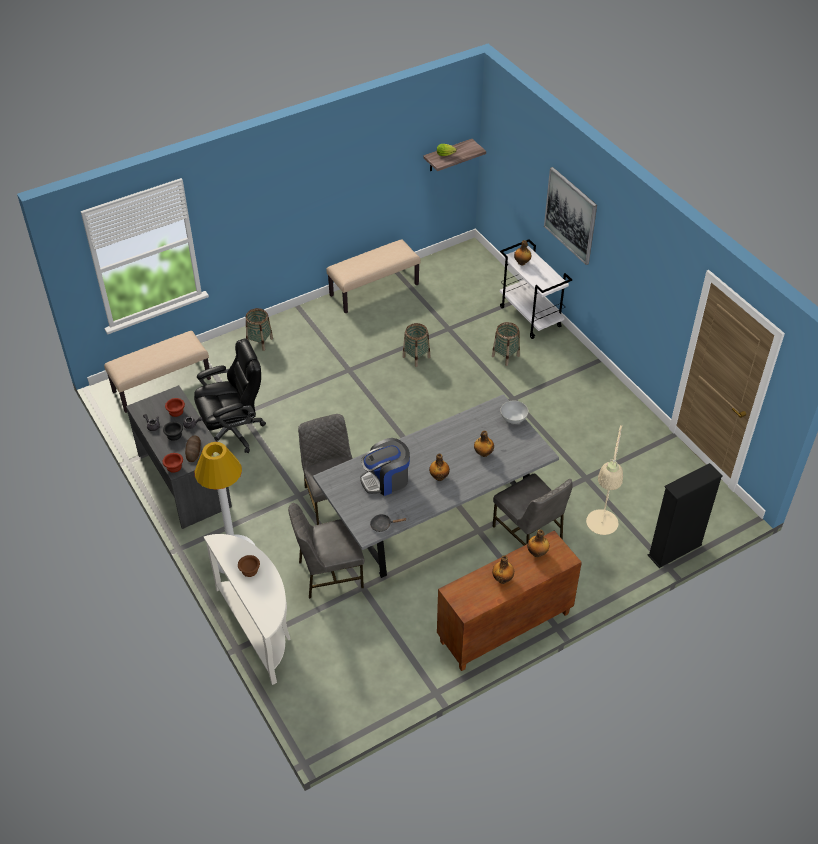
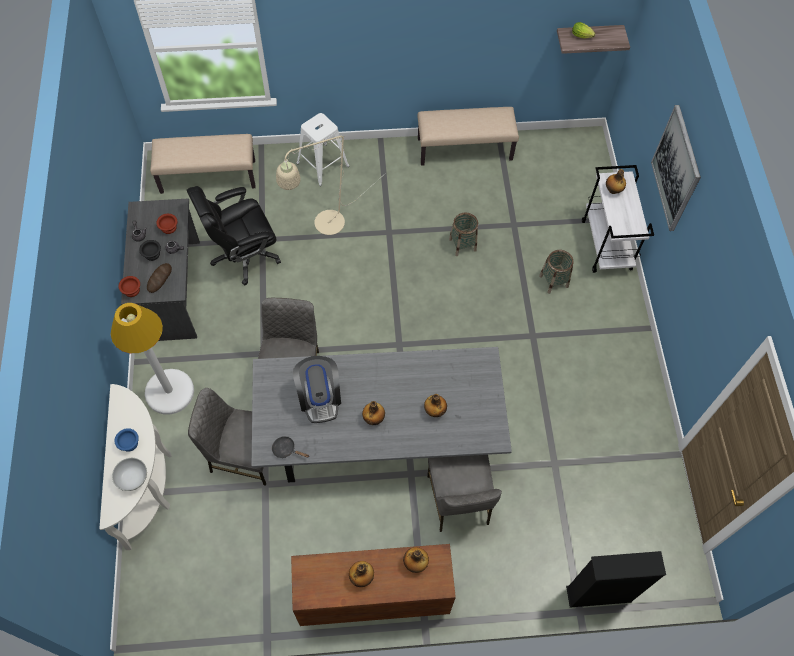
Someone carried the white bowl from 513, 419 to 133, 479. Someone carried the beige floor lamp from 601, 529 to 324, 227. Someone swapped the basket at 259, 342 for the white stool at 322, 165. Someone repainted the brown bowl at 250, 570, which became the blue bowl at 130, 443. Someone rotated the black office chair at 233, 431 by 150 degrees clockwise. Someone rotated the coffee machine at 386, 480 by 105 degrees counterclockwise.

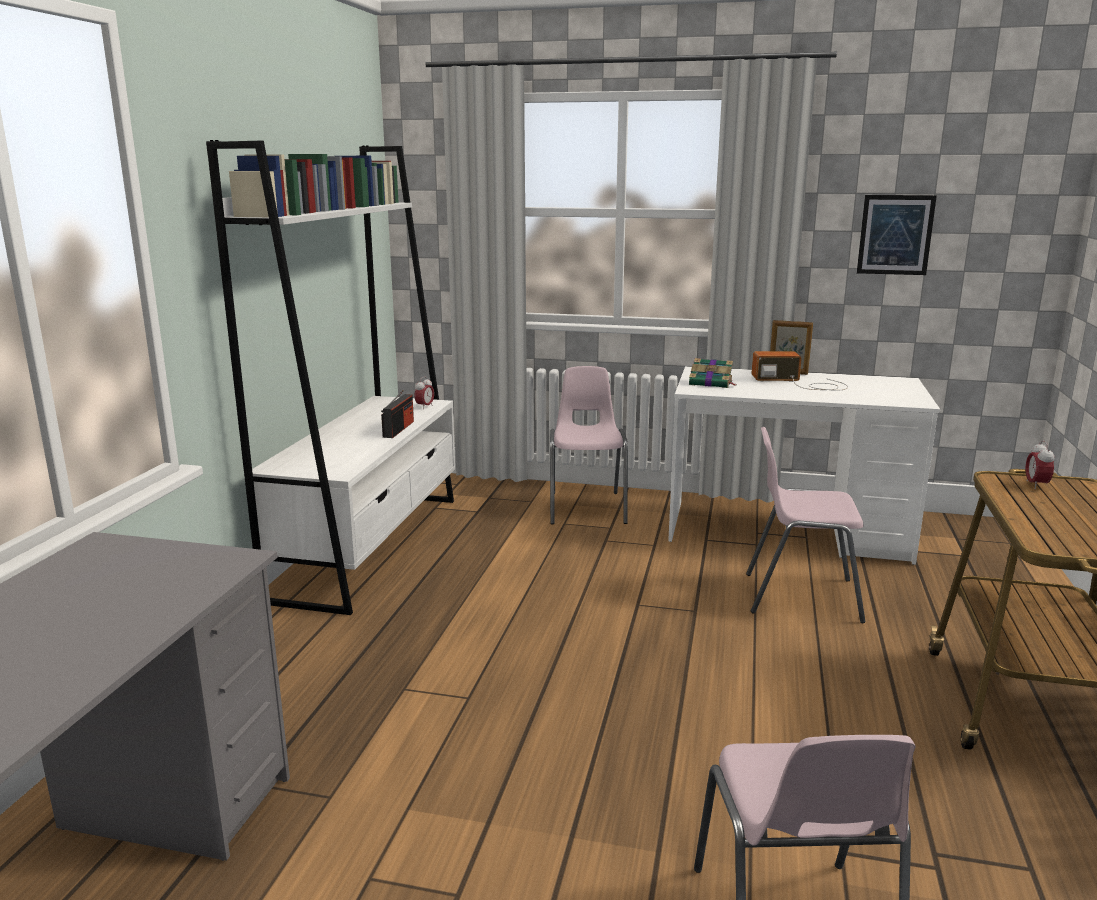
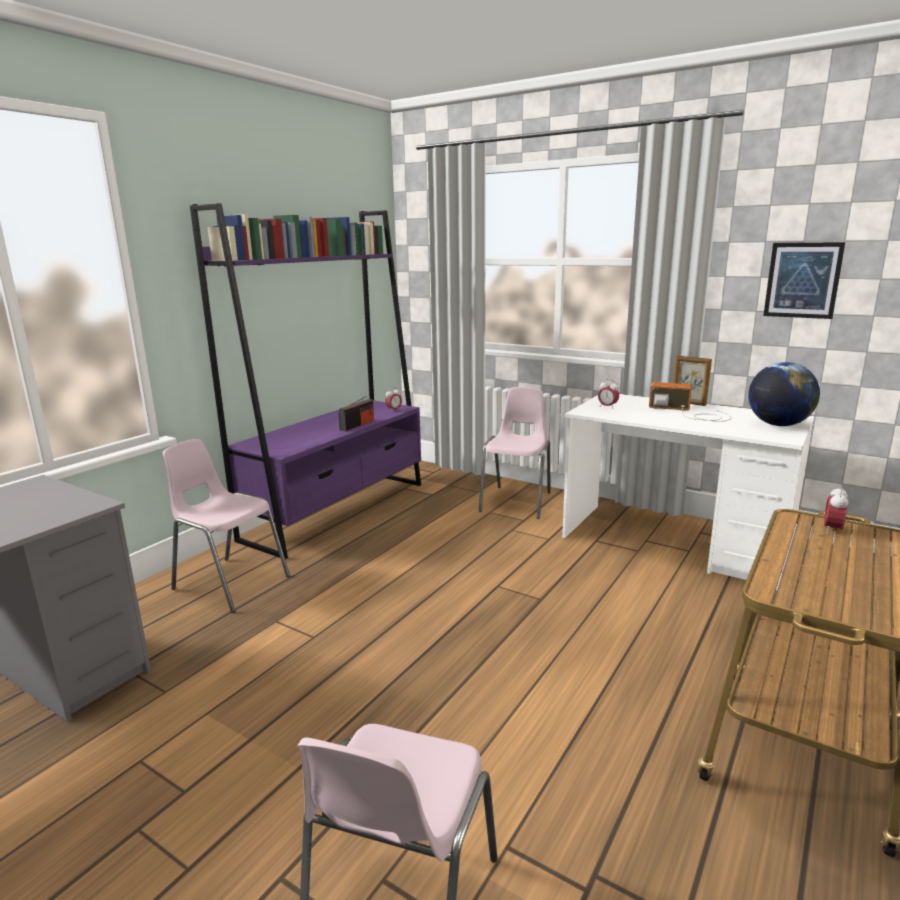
Someone put down the globe at 778, 425. Someone carried the pink chair from 800, 596 to 230, 582. Someone swapped the book at 711, 383 for the alarm clock at 607, 407. Someone repainted the white bookcase at 370, 545, which became the purple bookcase at 337, 510.

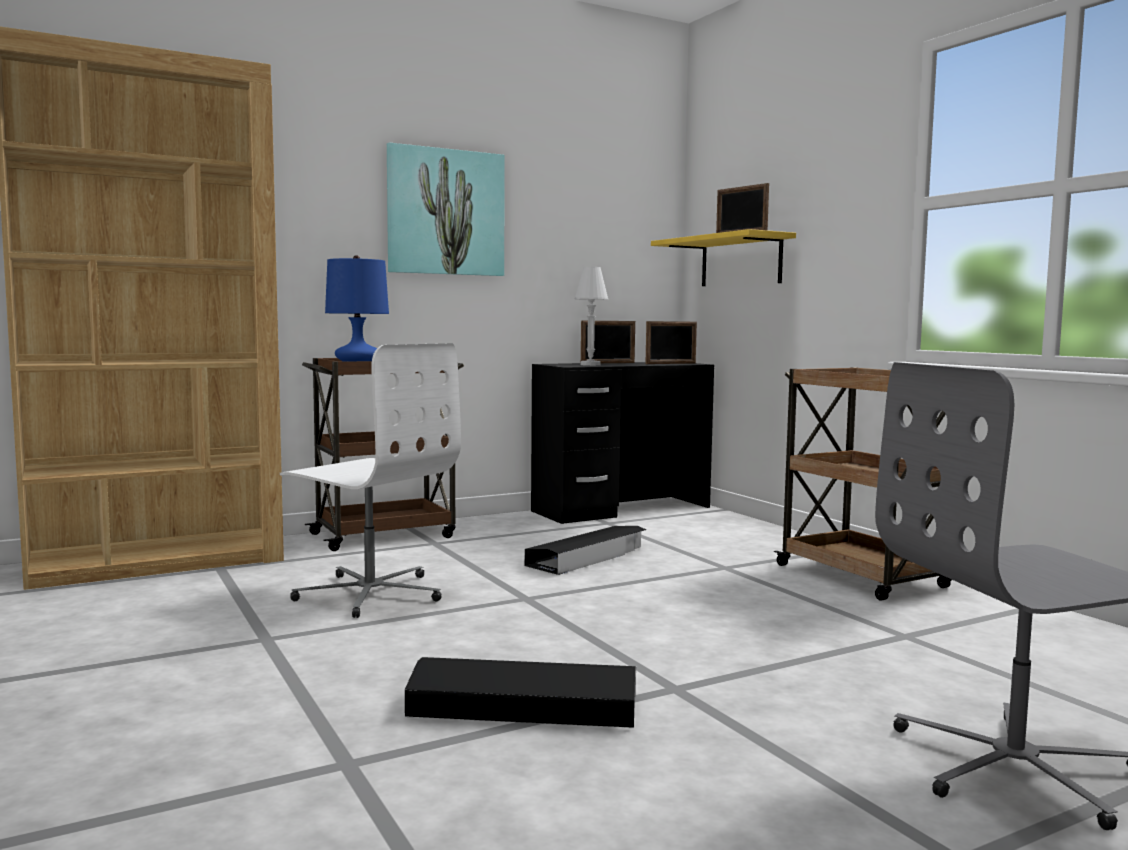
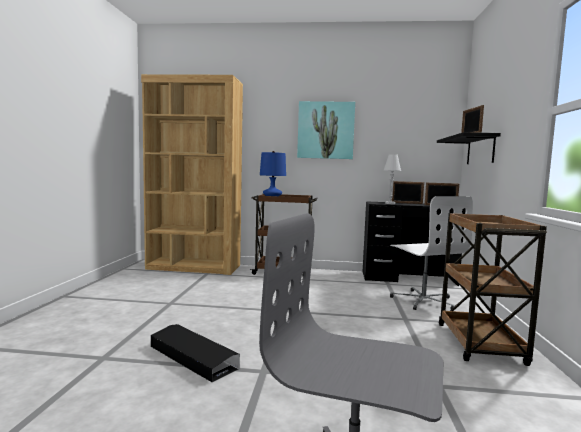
Someone took away the black storage box at 588, 557. Someone carried the white office chair from 370, 593 to 423, 300. Someone repainted the yellow shelf at 740, 261, which became the black shelf at 480, 150.

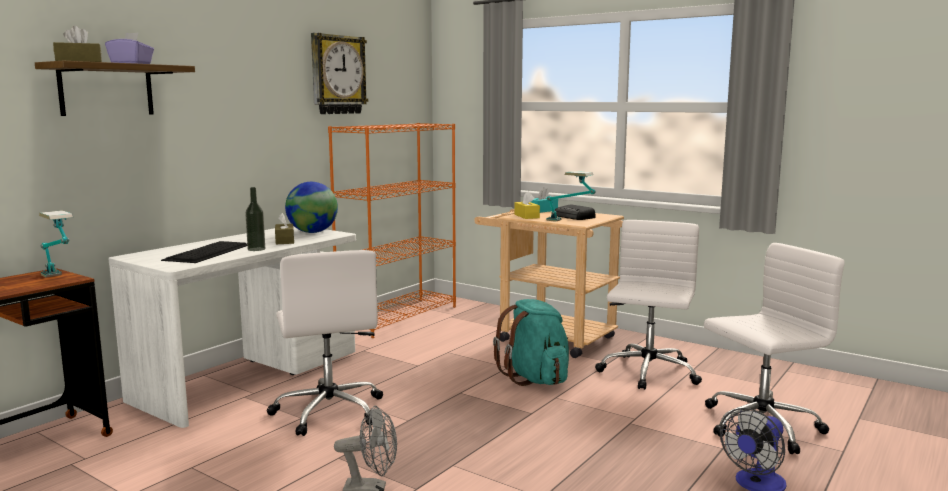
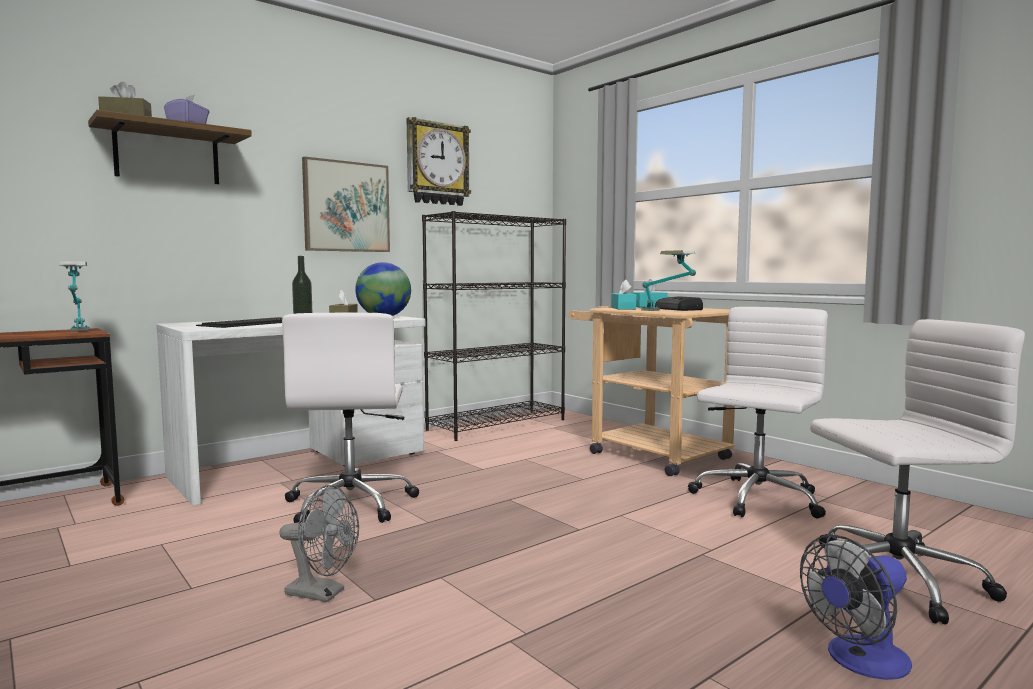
Someone took away the turquoise backpack at 535, 378. Someone put up the picture at 346, 207. Someone repainted the orange bookcase at 399, 317, which became the black bookcase at 497, 424. Someone repainted the yellow tissue box at 526, 216, which became the turquoise tissue box at 623, 308.

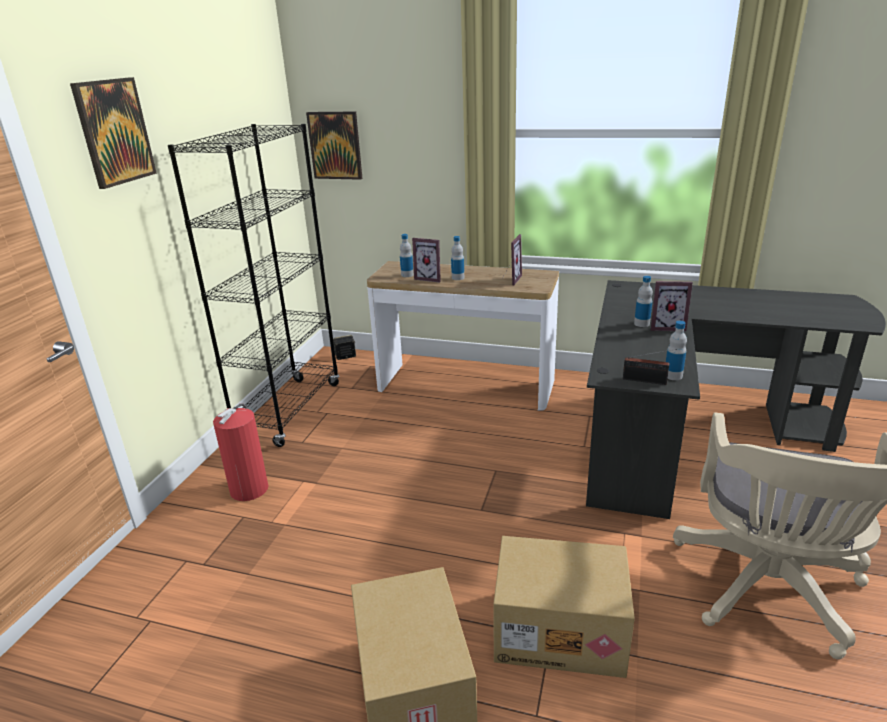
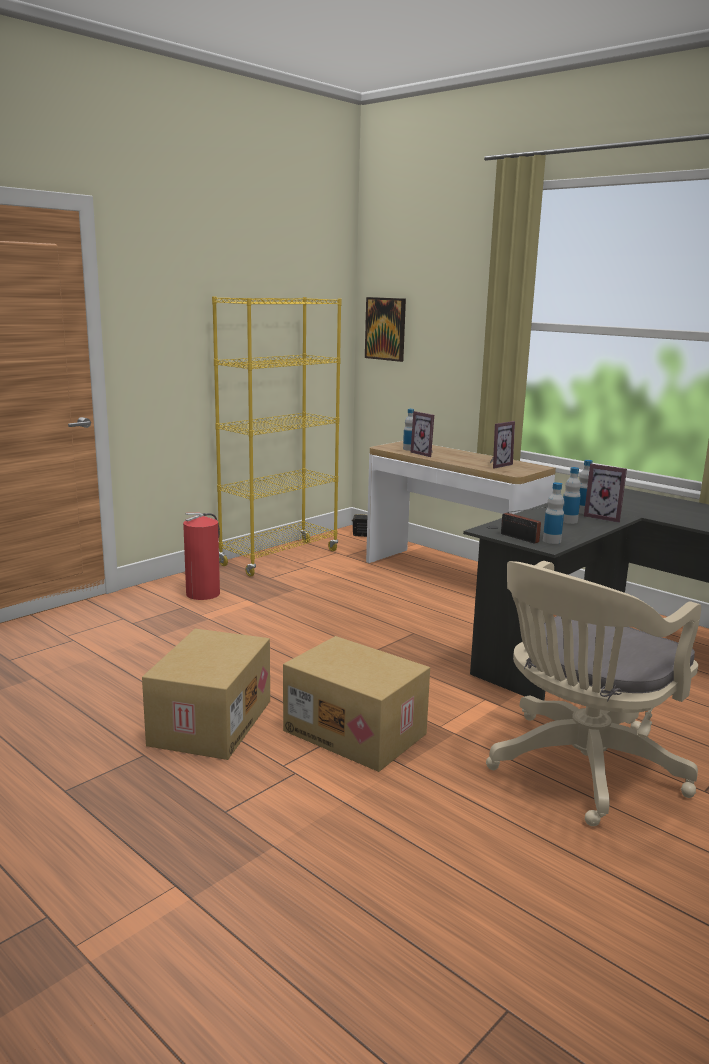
Someone took away the picture at 114, 132. Someone carried the bottle from 458, 278 to 569, 521. Someone repainted the black bookcase at 290, 411, which became the yellow bookcase at 279, 558.

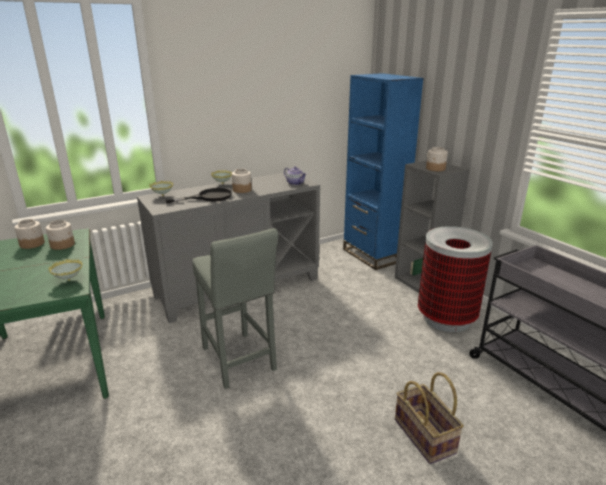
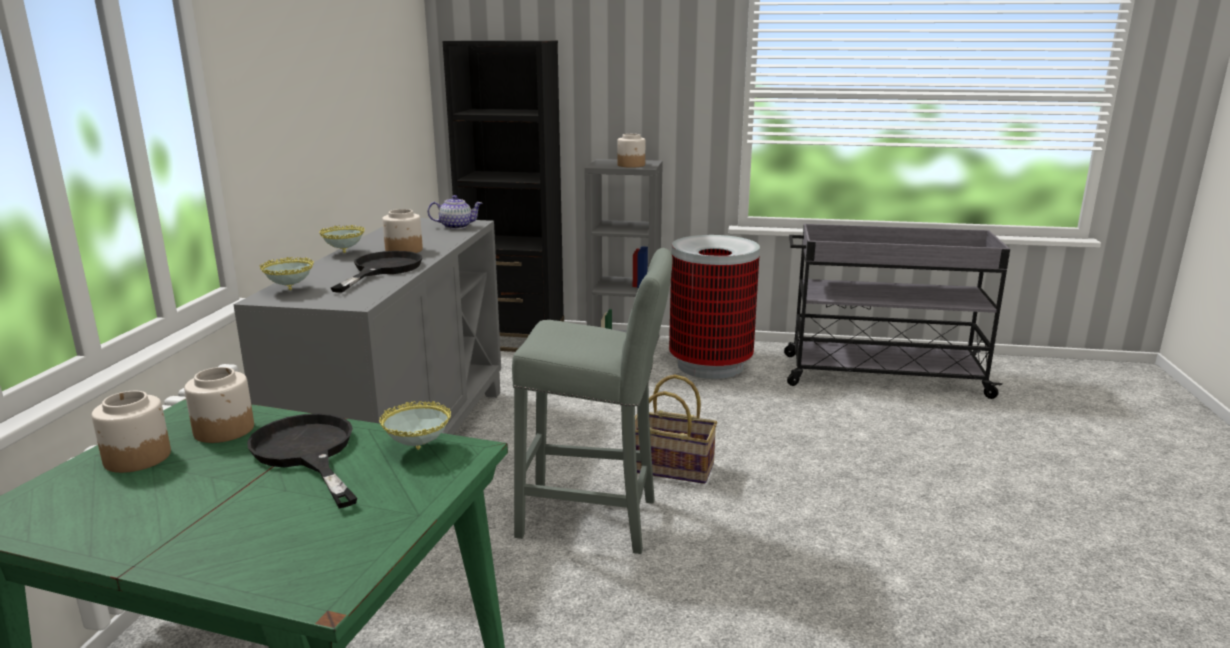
Someone put down the black frying pan at 307, 453. Someone carried the basket from 425, 436 to 672, 467. Someone repainted the blue bookcase at 373, 255, which became the black bookcase at 514, 340.

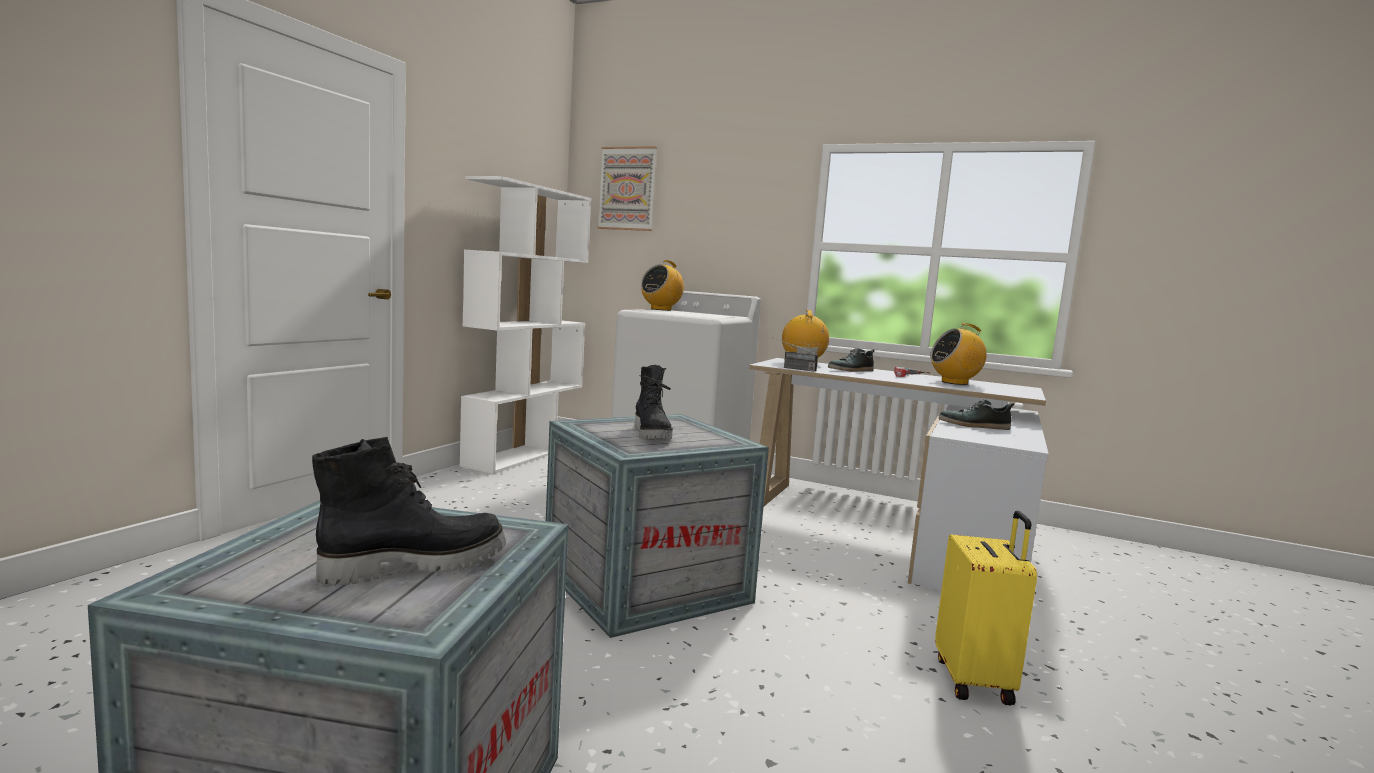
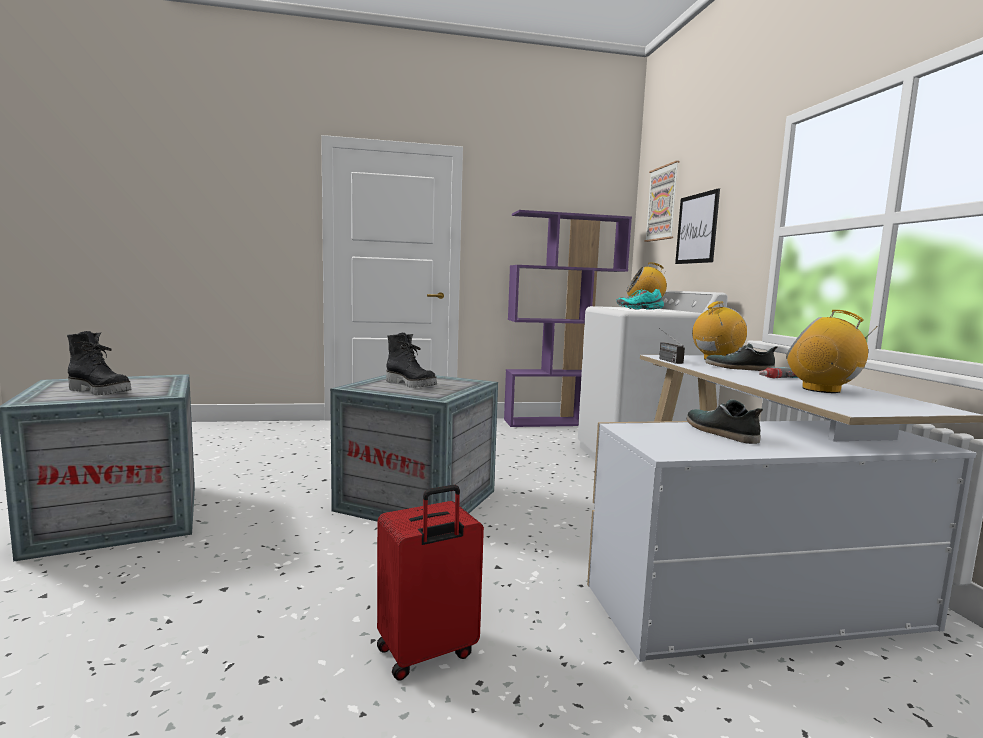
Someone put down the turquoise shoe at 639, 309. Someone put up the picture at 697, 228. Someone repainted the white bookcase at 524, 454, which became the purple bookcase at 560, 422. Someone repainted the yellow suitcase at 975, 680, which became the red suitcase at 427, 653. Someone rotated the black boot at 652, 435 by 90 degrees counterclockwise.

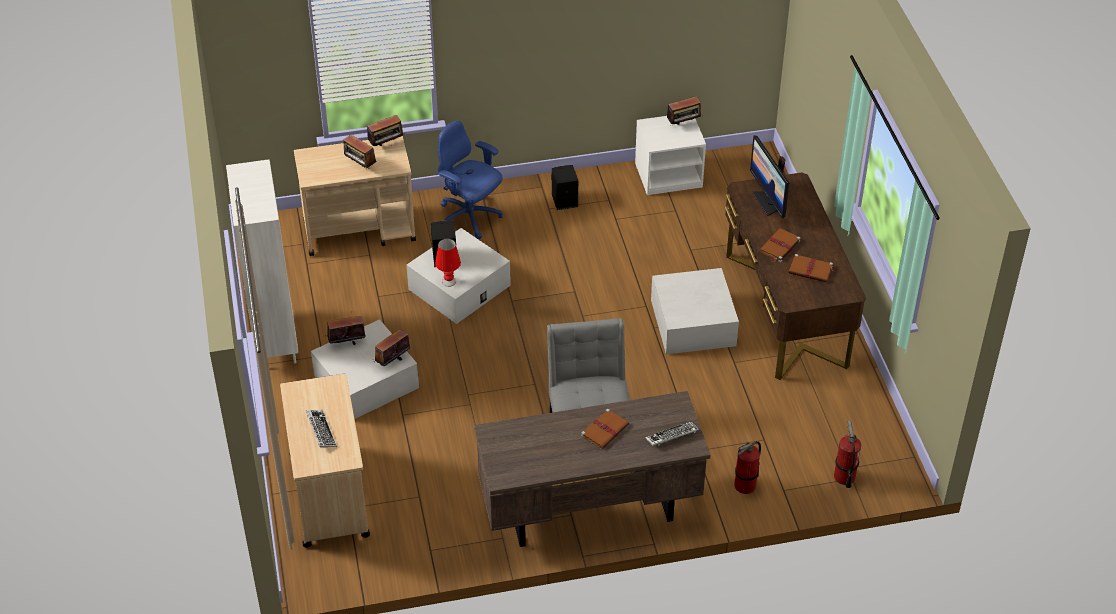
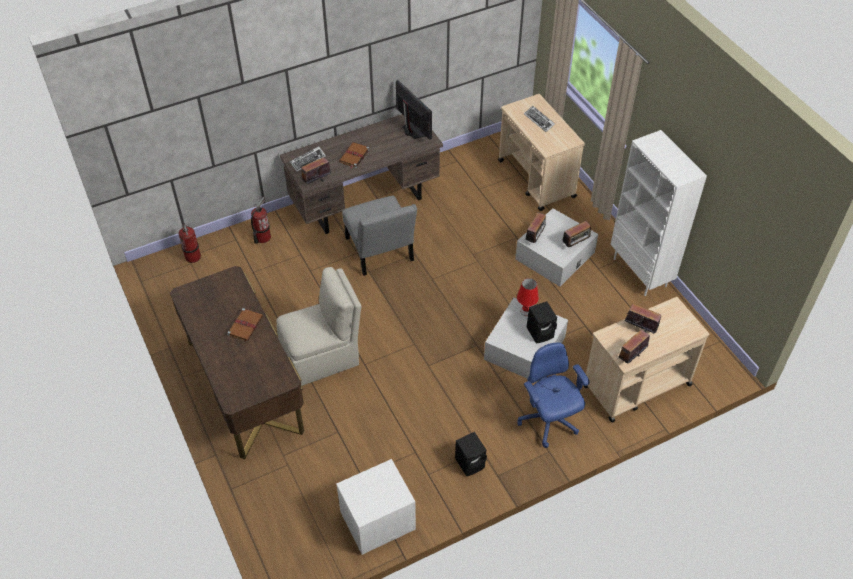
Someone took away the brown book at 811, 270. Someone carried the radio from 684, 124 to 316, 182. Someone carried the monitor from 768, 202 to 412, 131. Someone swapped the white storage box at 693, 322 for the beige chair at 322, 357. Someone rotated the blue office chair at 469, 218 by 135 degrees counterclockwise.

